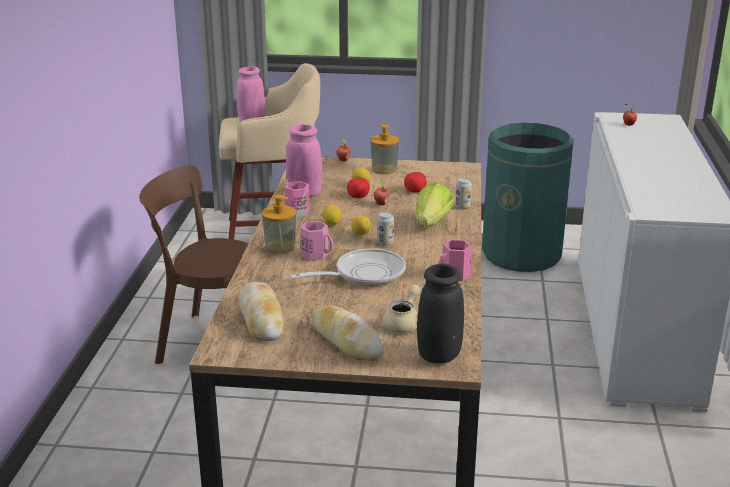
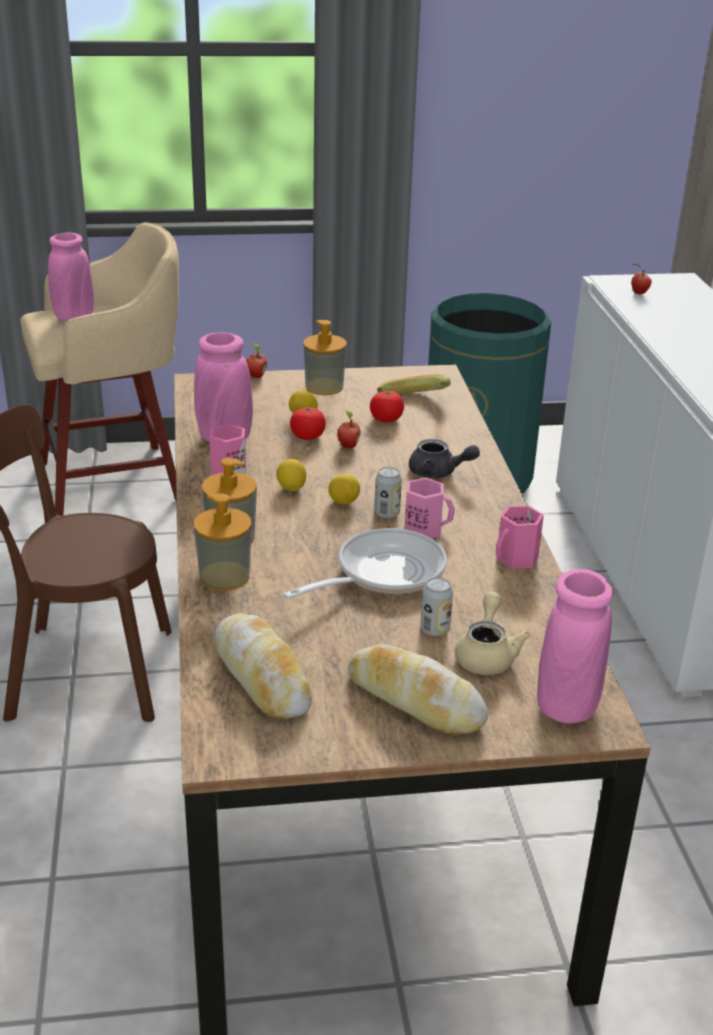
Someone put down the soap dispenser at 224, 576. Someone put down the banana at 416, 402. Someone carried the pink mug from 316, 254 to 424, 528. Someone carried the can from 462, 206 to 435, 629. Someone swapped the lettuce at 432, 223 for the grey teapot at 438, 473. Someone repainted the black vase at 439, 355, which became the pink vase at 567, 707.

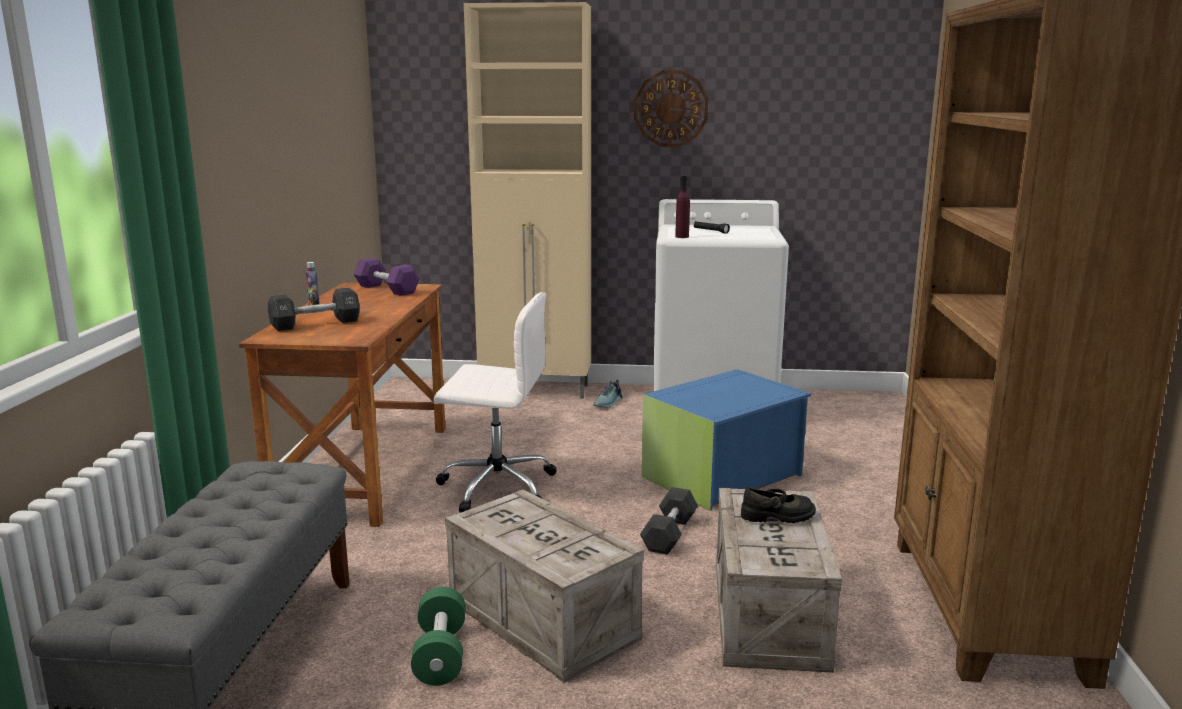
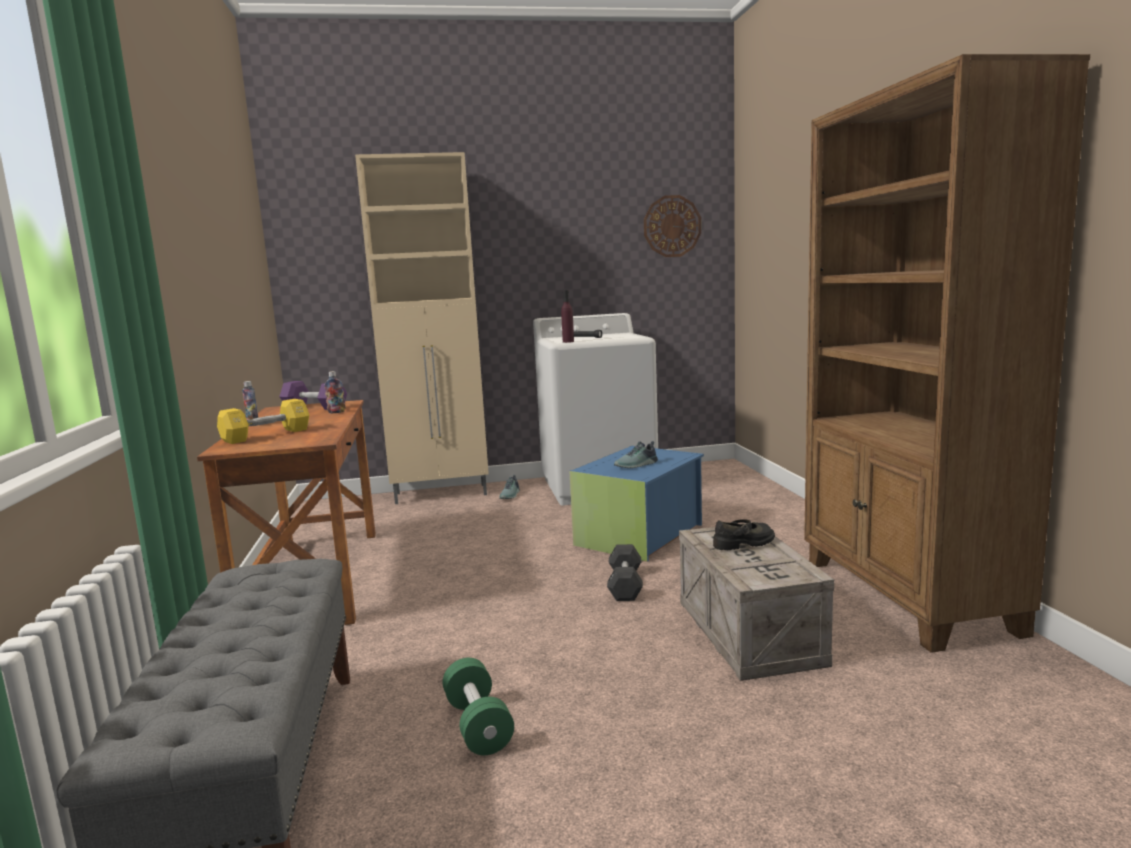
Someone took away the white office chair at 495, 486. Someone took away the crate at 545, 620. Someone put down the bottle at 336, 412. Someone put down the shoe at 637, 465. Someone carried the wall clock from 671, 108 to 672, 226. Someone repainted the black dumbbell at 315, 324, which became the yellow dumbbell at 266, 435.

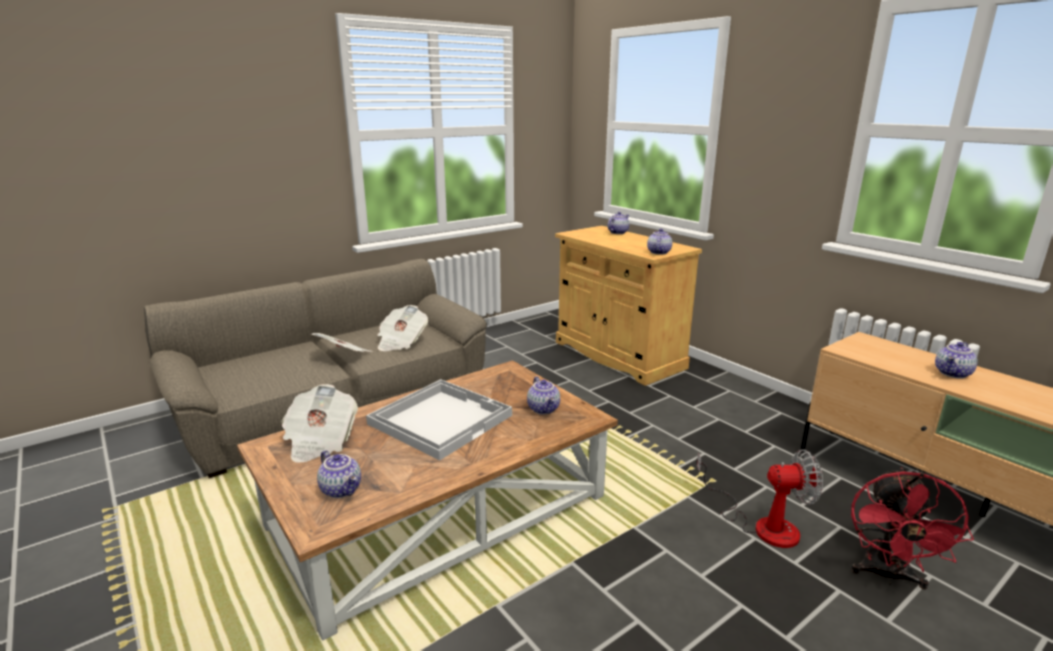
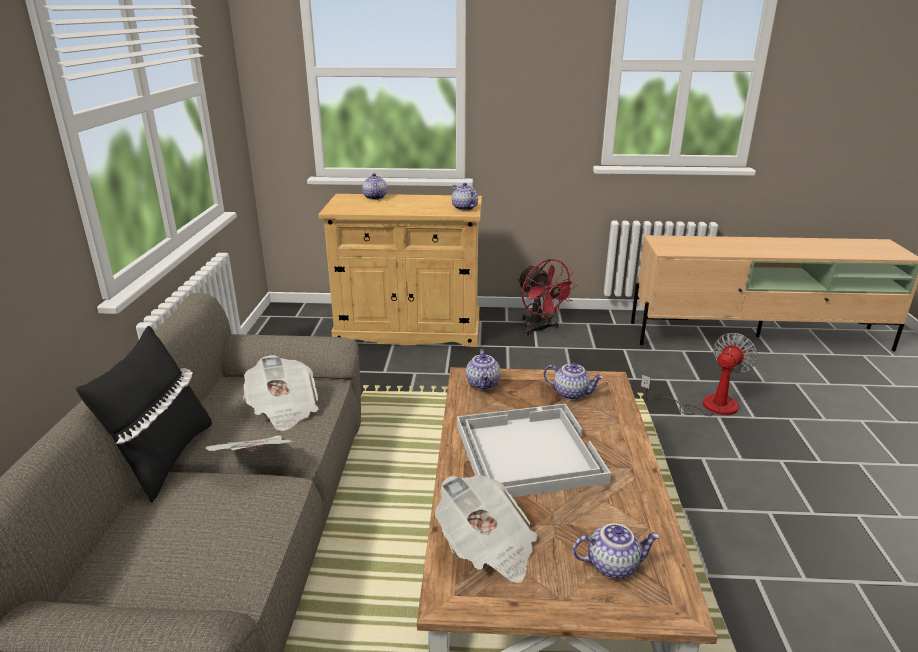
Someone put down the black pillow at 164, 459. Someone carried the red fan from 887, 575 to 540, 329. Someone carried the teapot from 953, 374 to 483, 384.

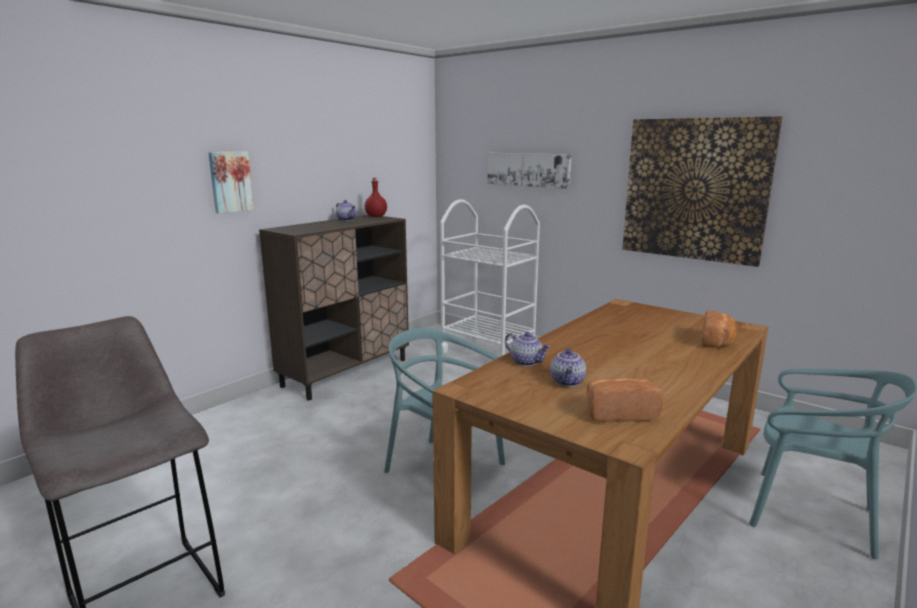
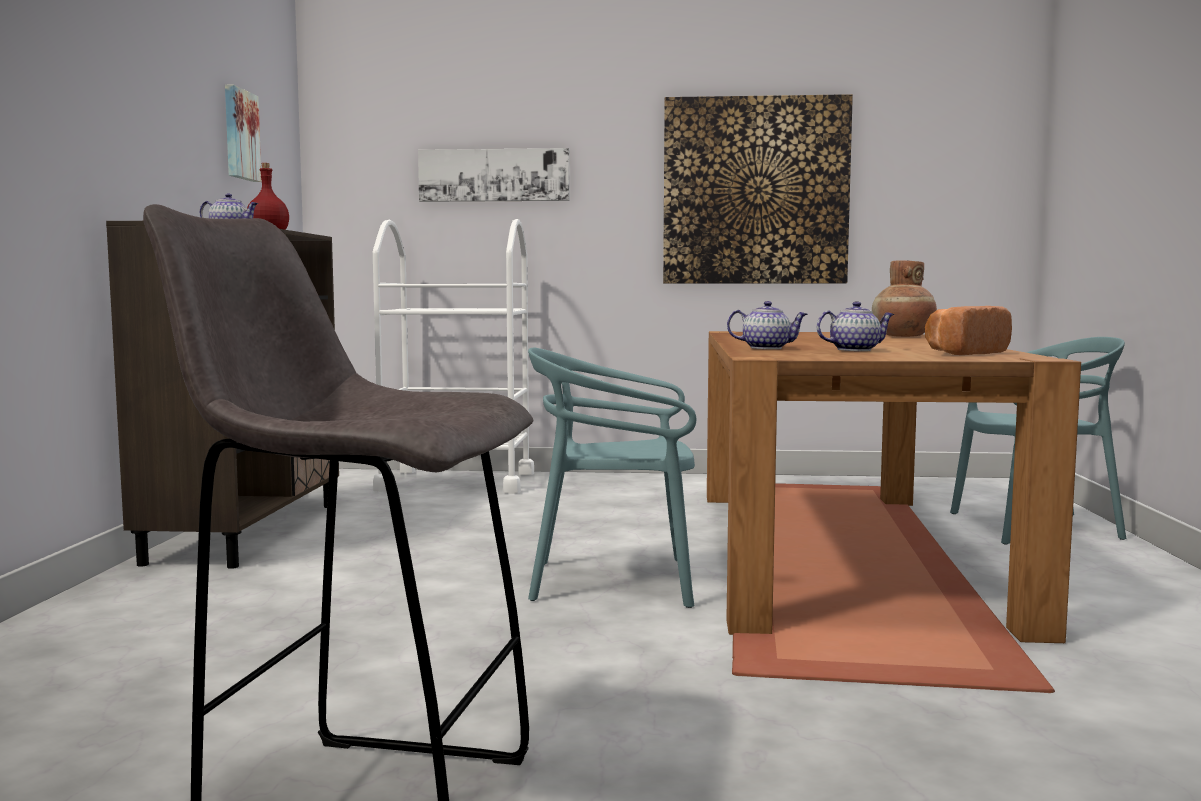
Someone carried the picture from 230, 181 to 239, 134. Someone swapped the bread at 717, 342 for the brown vase at 902, 336. Someone rotated the teapot at 568, 382 by 75 degrees counterclockwise.

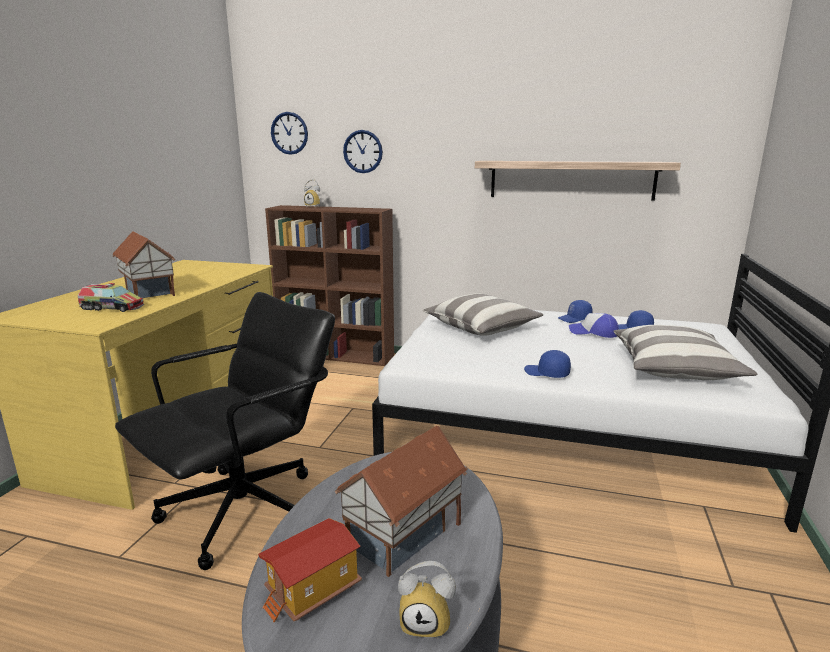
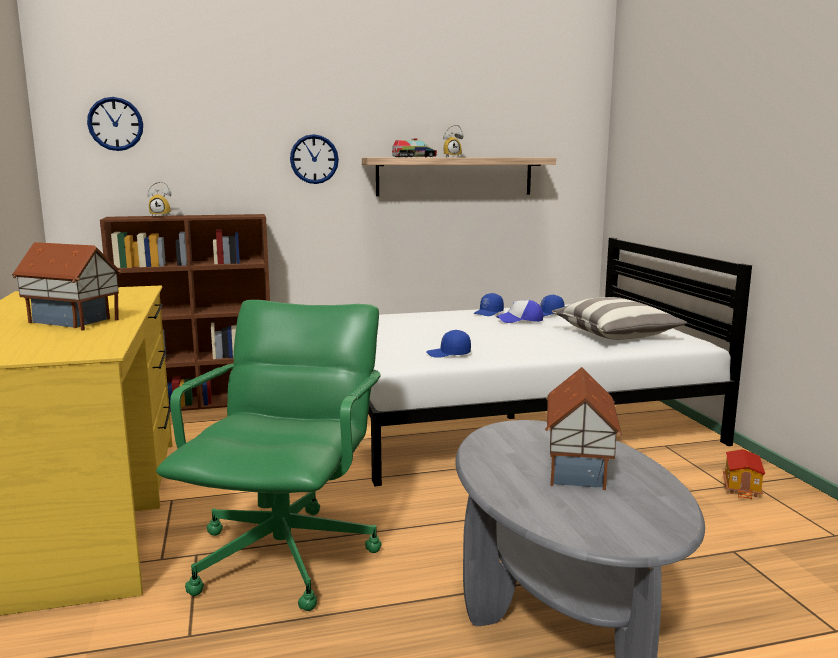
Someone took away the pillow at 481, 328. Someone carried the toy truck from 112, 308 to 414, 157. Someone carried the toy house from 313, 591 to 742, 488. Someone carried the wall clock from 363, 151 to 314, 159. Someone carried the alarm clock from 427, 622 to 451, 157. Someone carried the blue cap from 546, 373 to 448, 354. Someone repainted the black office chair at 245, 511, which became the green office chair at 286, 556.

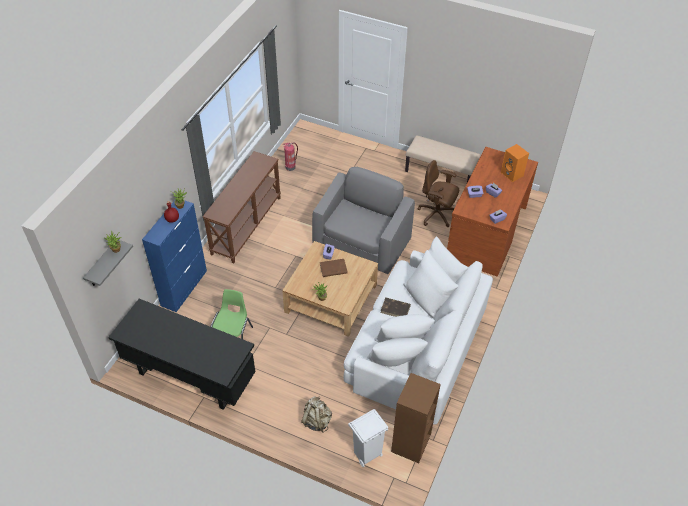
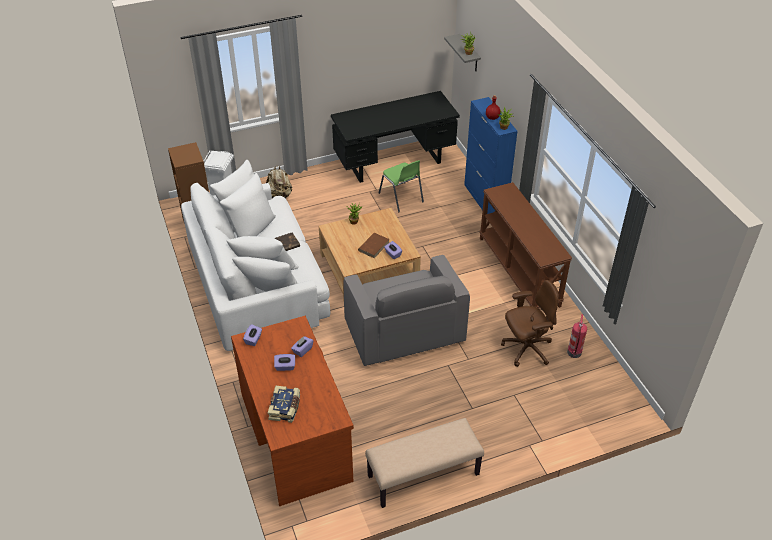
Someone carried the brown office chair from 437, 215 to 526, 349. Someone swapped the orange speaker at 512, 174 for the book at 285, 408.

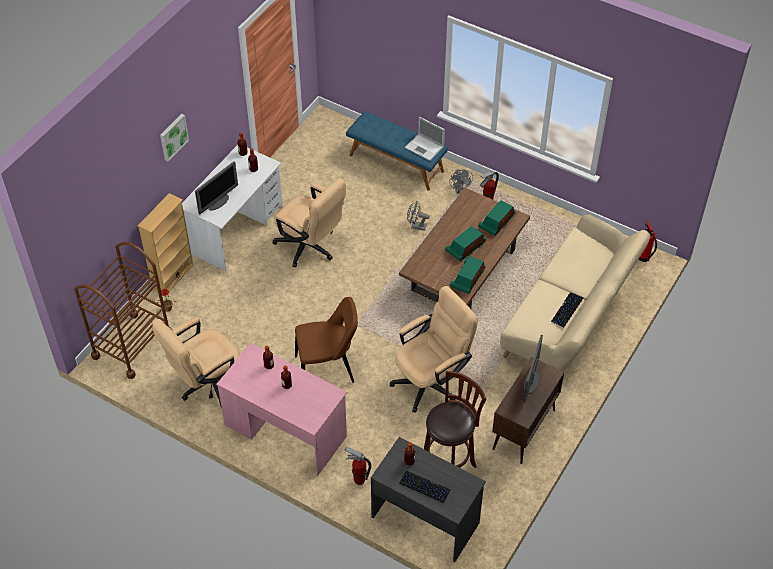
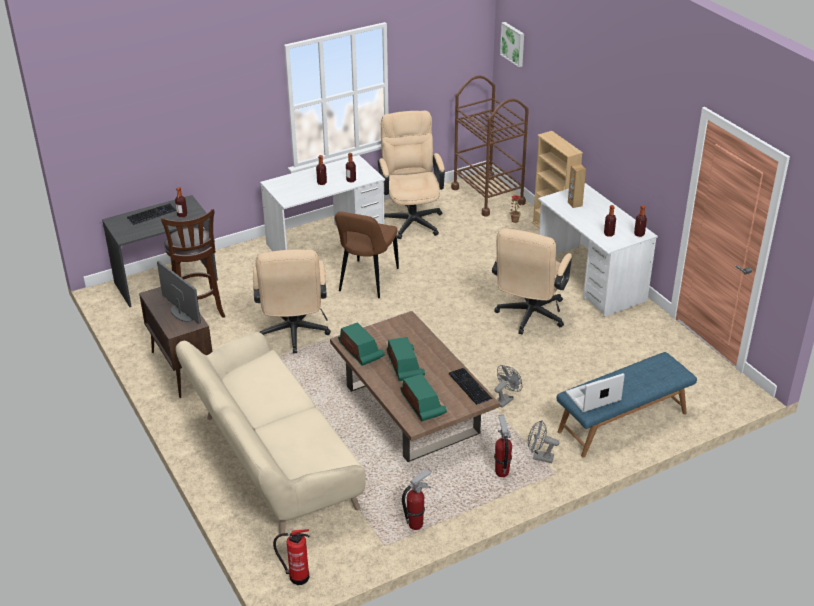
Someone carried the picture from 173, 136 to 513, 44. Someone carried the fire extinguisher from 359, 480 to 416, 525. Someone carried the keyboard from 567, 310 to 469, 386. Someone swapped the monitor at 218, 202 for the brown speaker at 574, 204. Someone repainted the pink desk at 285, 430, which became the white desk at 326, 242. Someone rotated the beige office chair at 310, 248 by 45 degrees counterclockwise.

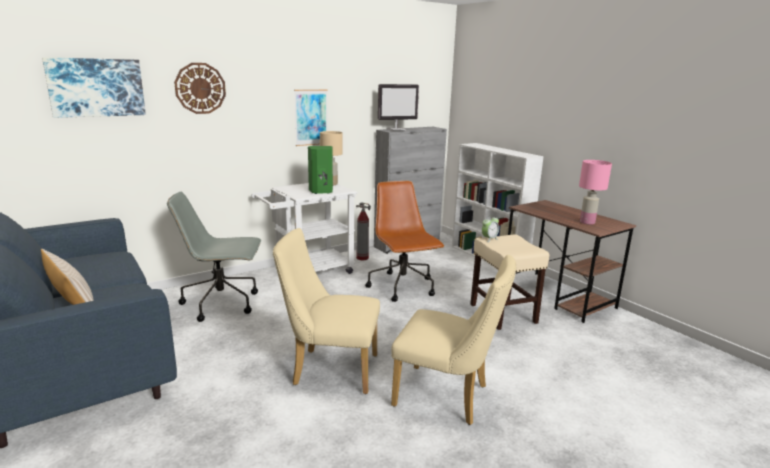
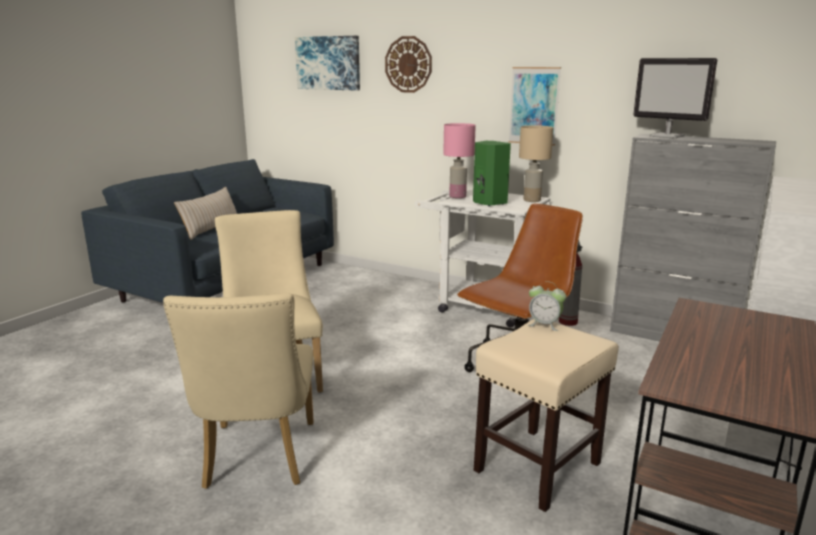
Someone took away the grey office chair at 222, 303. Someone carried the pink table lamp from 587, 222 to 458, 196.

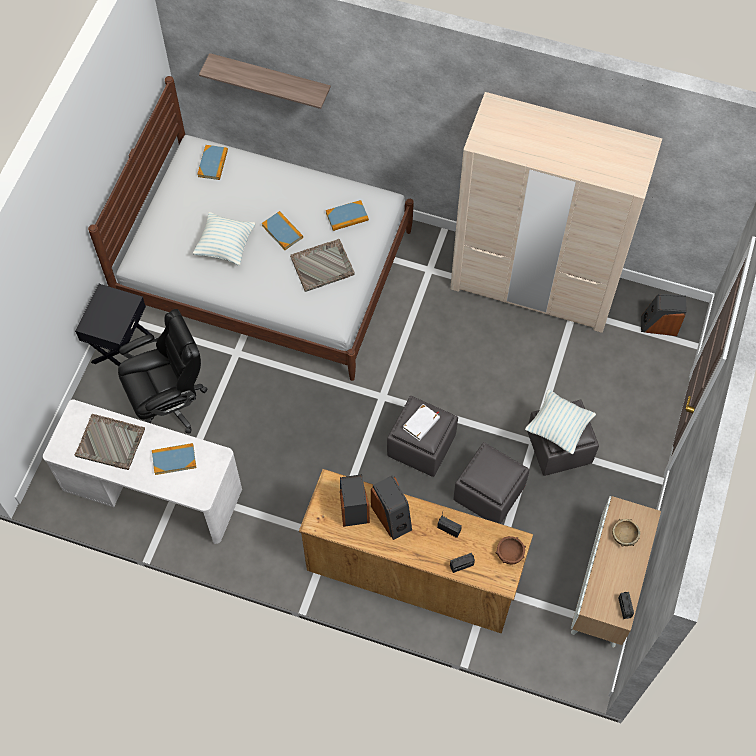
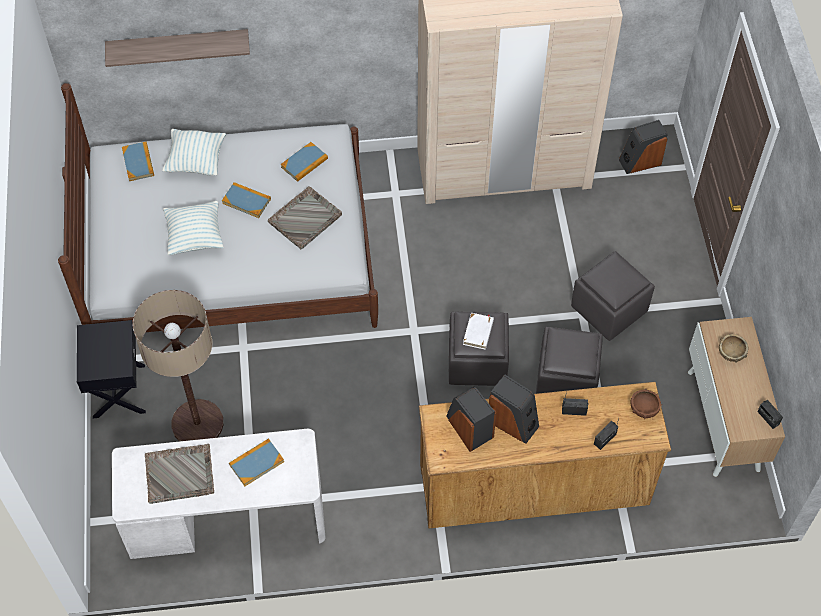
Someone carried the pillow from 558, 427 to 196, 161. Someone swapped the black office chair at 169, 402 for the floor lamp at 197, 423.

